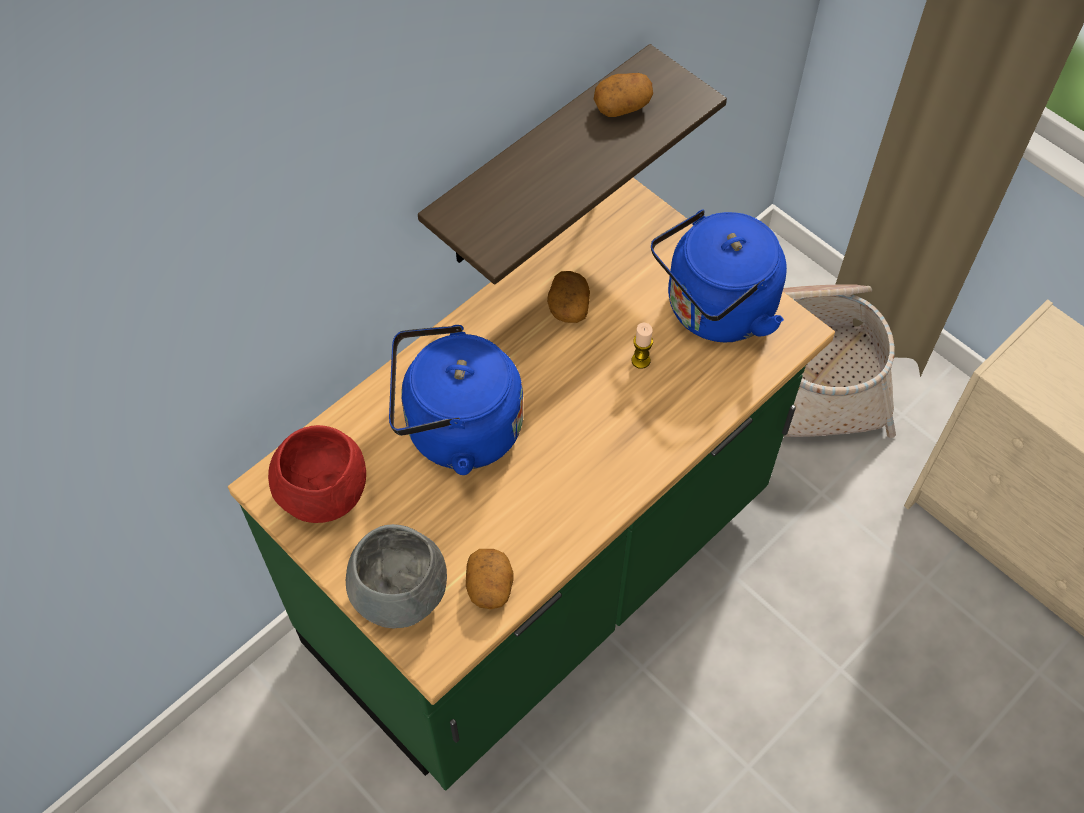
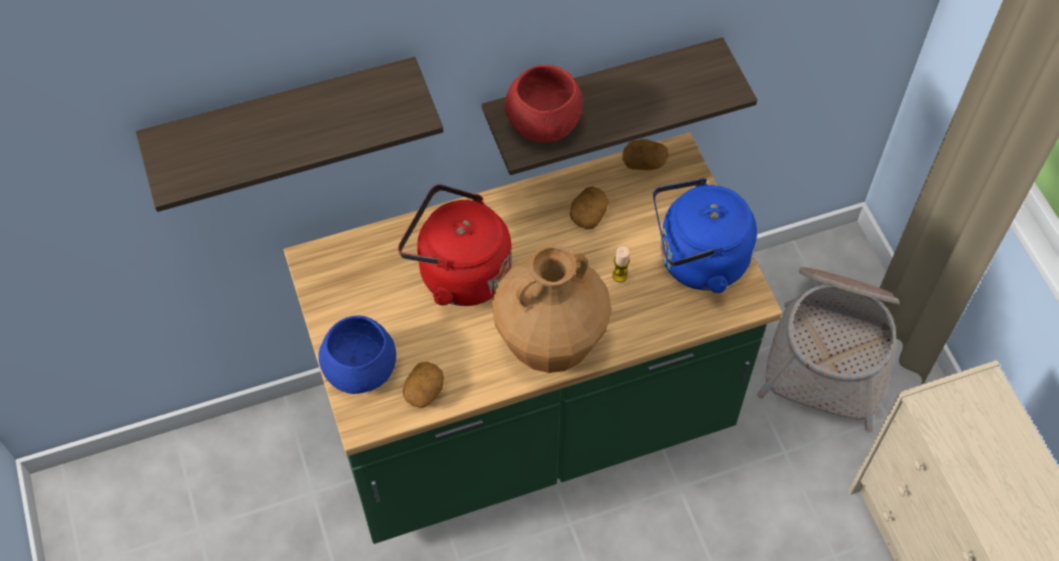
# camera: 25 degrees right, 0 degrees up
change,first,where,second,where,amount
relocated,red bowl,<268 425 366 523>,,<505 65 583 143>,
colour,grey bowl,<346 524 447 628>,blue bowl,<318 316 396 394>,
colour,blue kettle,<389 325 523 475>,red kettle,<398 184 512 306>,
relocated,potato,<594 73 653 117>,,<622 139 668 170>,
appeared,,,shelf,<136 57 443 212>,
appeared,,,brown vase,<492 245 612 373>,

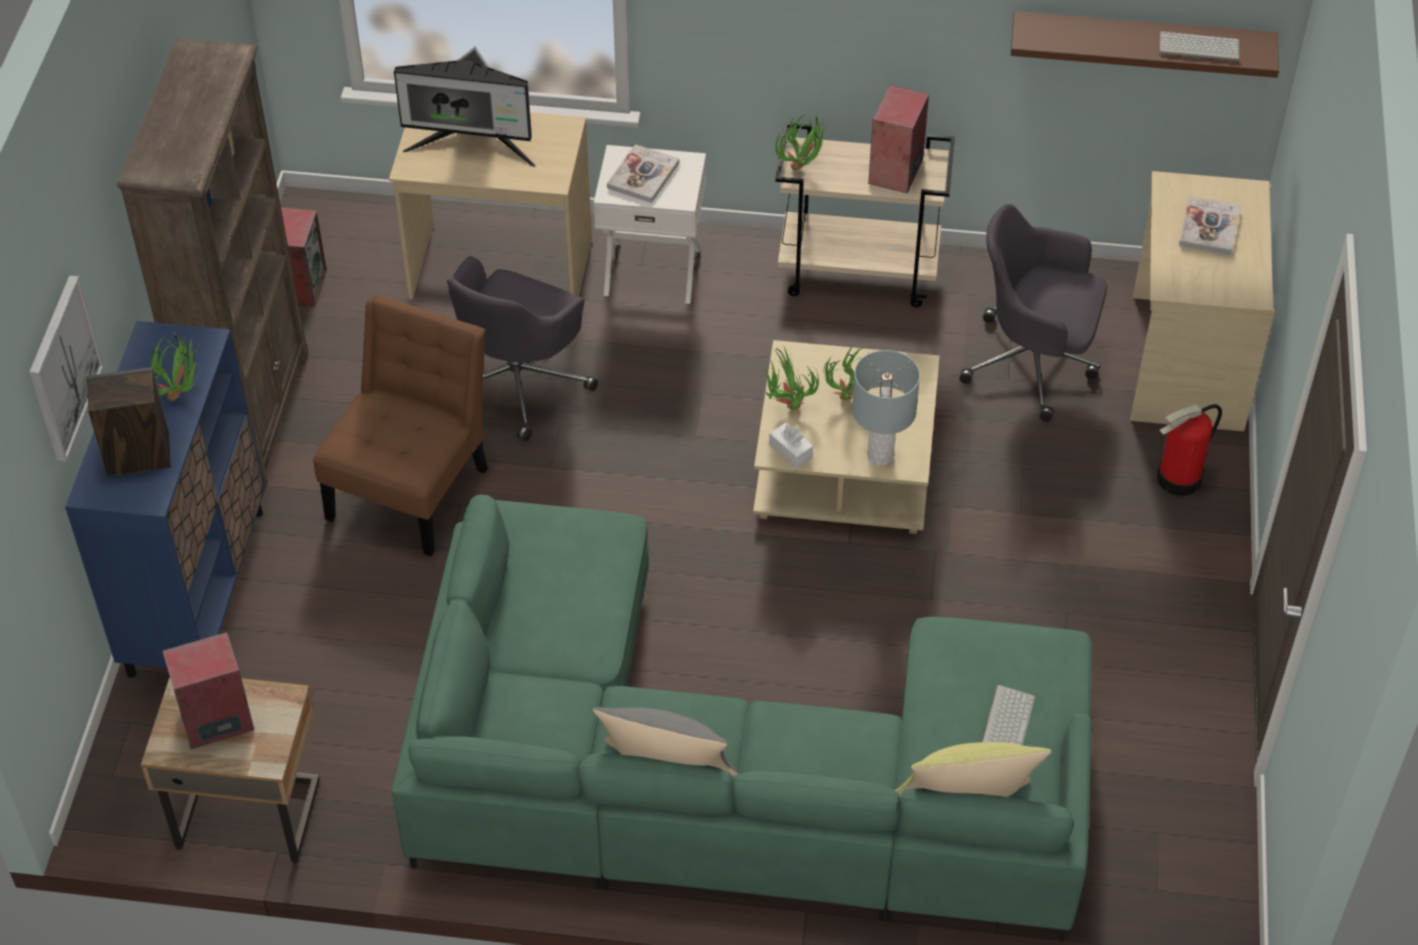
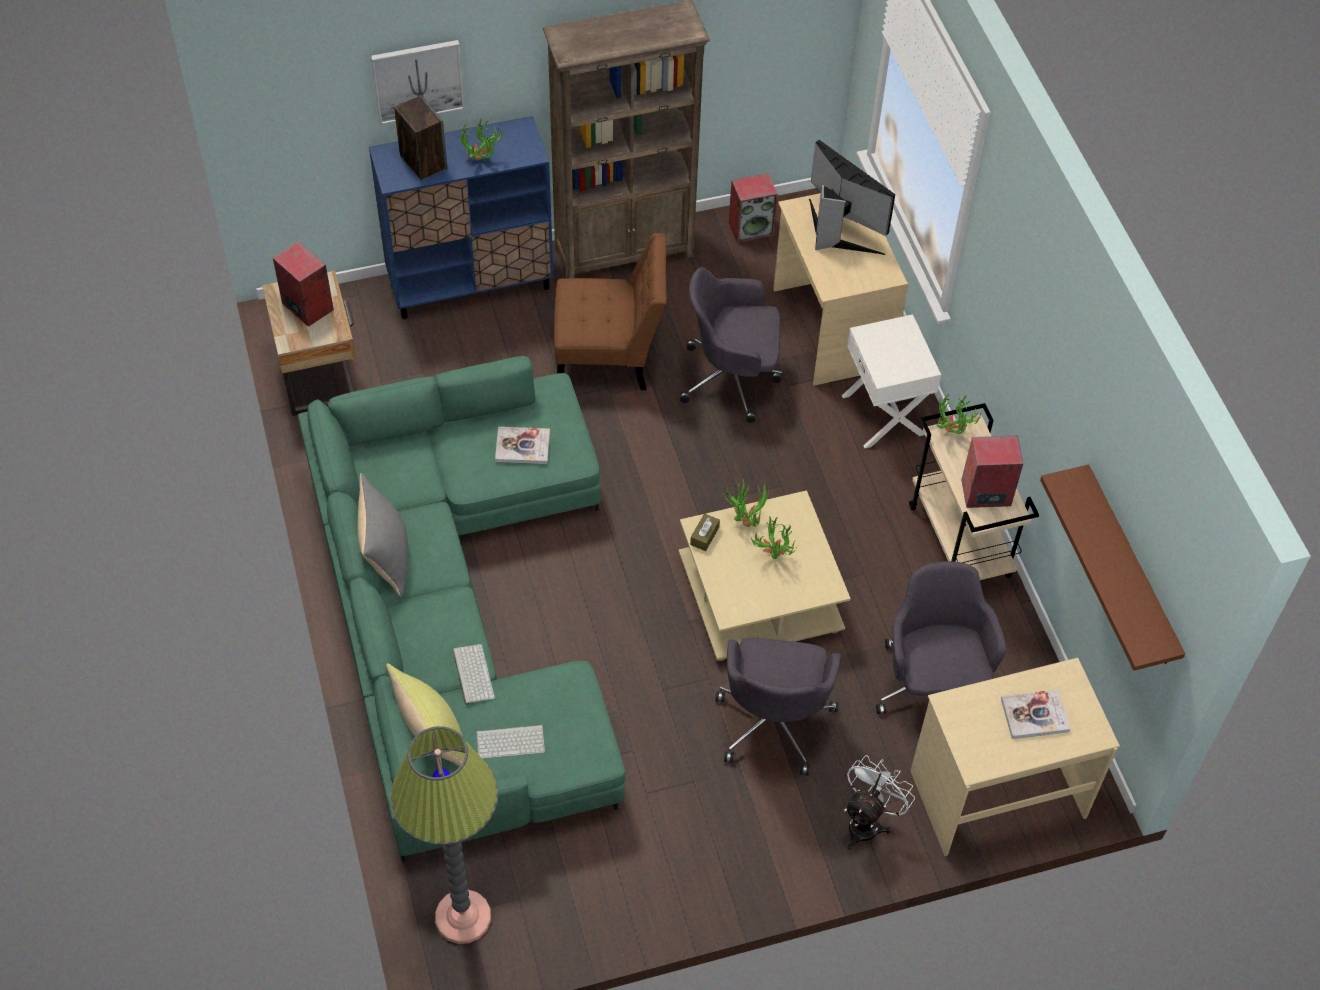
# camera: 65 degrees right, 5 degrees up
change,first,where,second,where,amount
spun,monitor,<394 47 535 167>,,<809 140 895 255>,150 degrees clockwise
relocated,book,<607 144 679 203>,,<495 427 550 464>,
colour,white tissue box,<769 423 813 469>,brown tissue box,<690 514 720 551>,
missing,grey table lamp,<852 350 920 466>,,,
exchanged,fire extinguisher,<1157 404 1222 496>,white fan,<844 755 915 850>,
relocated,keyboard,<1159 32 1239 63>,,<453 644 495 705>,
appeared,,,floor lamp,<390 726 498 944>,
appeared,,,grey office chair,<715 637 841 775>,

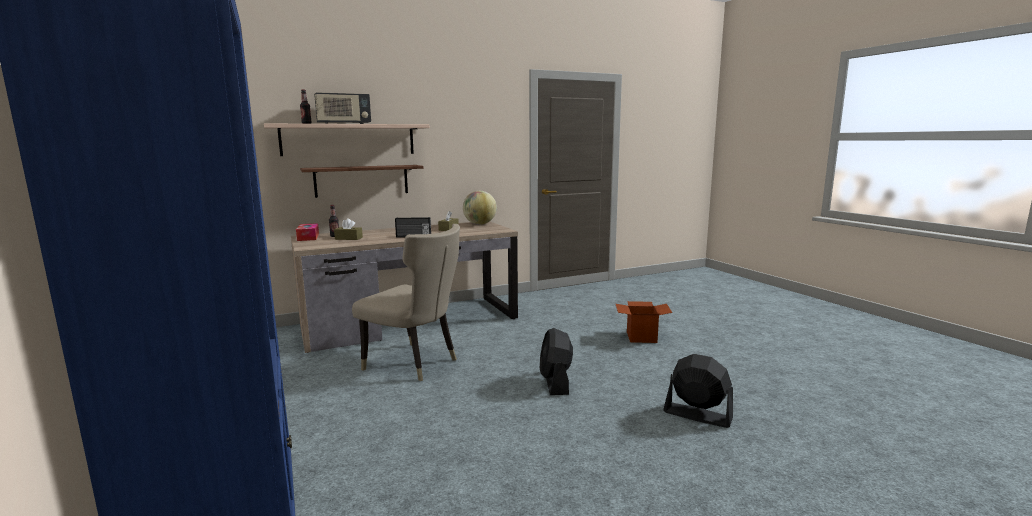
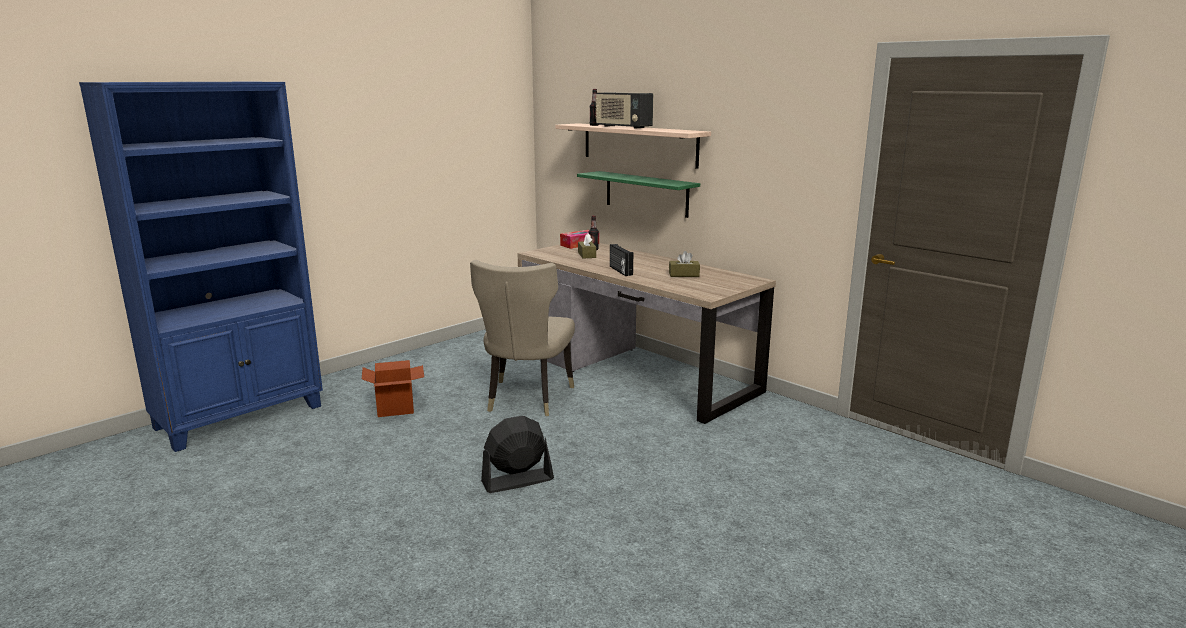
# camera: 70 degrees right, 5 degrees up
change,first,where,second,where,amount
colour,brown shelf,<300 165 423 198>,green shelf,<577 171 700 218>,
missing,globe,<463 191 497 225>,,,
relocated,cardboard box,<616 301 672 343>,,<362 360 424 417>,
missing,black fan,<663 354 733 428>,,,

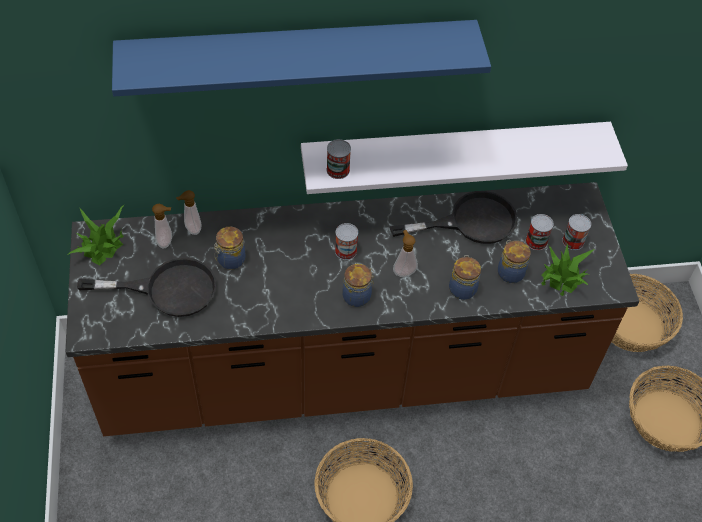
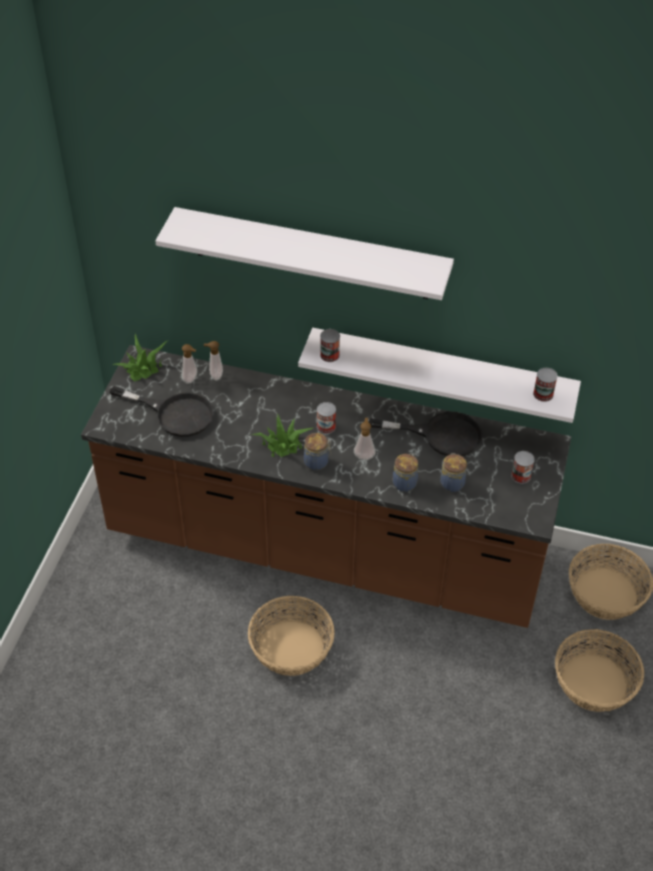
# camera: 25 degrees right, 5 degrees down
change,first,where,second,where,amount
colour,blue shelf,<112 20 491 97>,white shelf,<155 207 454 300>,
missing,jar,<214 227 246 269>,,,
relocated,can,<526 214 554 250>,,<533 368 558 402>,
relocated,potted plant,<541 244 594 296>,,<251 415 313 457>,

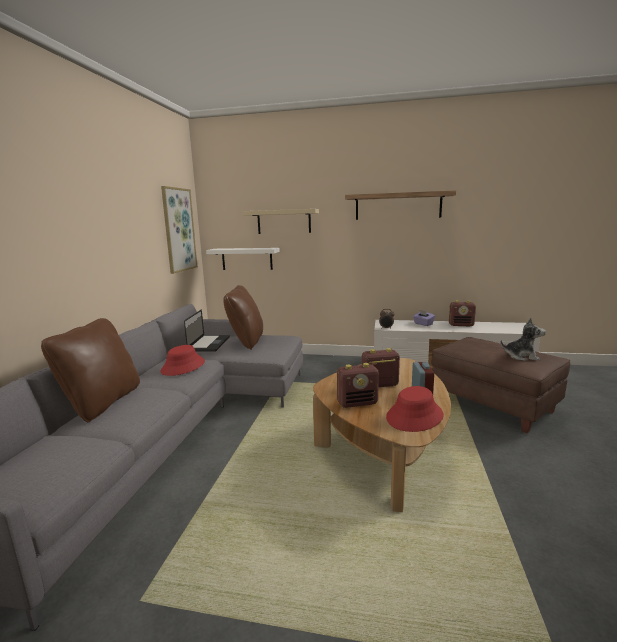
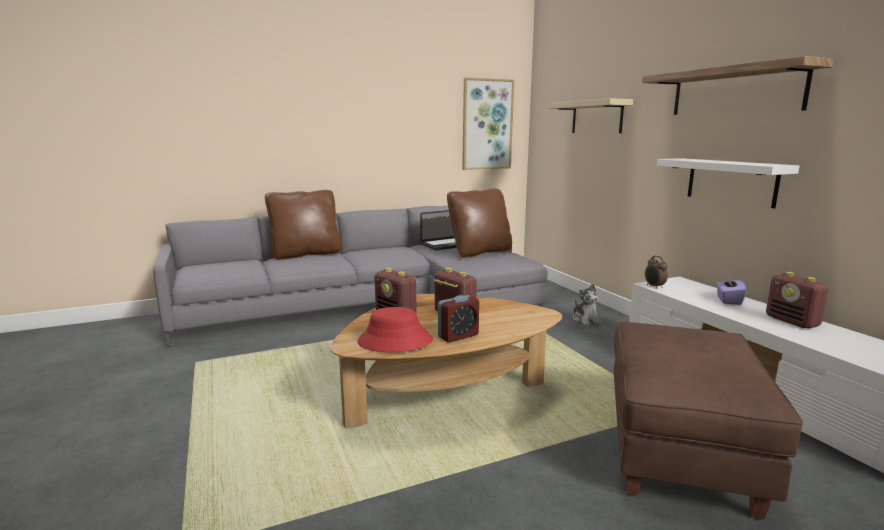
# camera: 55 degrees right, 0 degrees up
change,first,where,second,where,amount
missing,red hat,<160 345 205 376>,,,
relocated,white shelf,<206 248 280 270>,,<657 158 799 208>,
relocated,plush toy,<500 318 546 361>,,<573 284 601 326>,

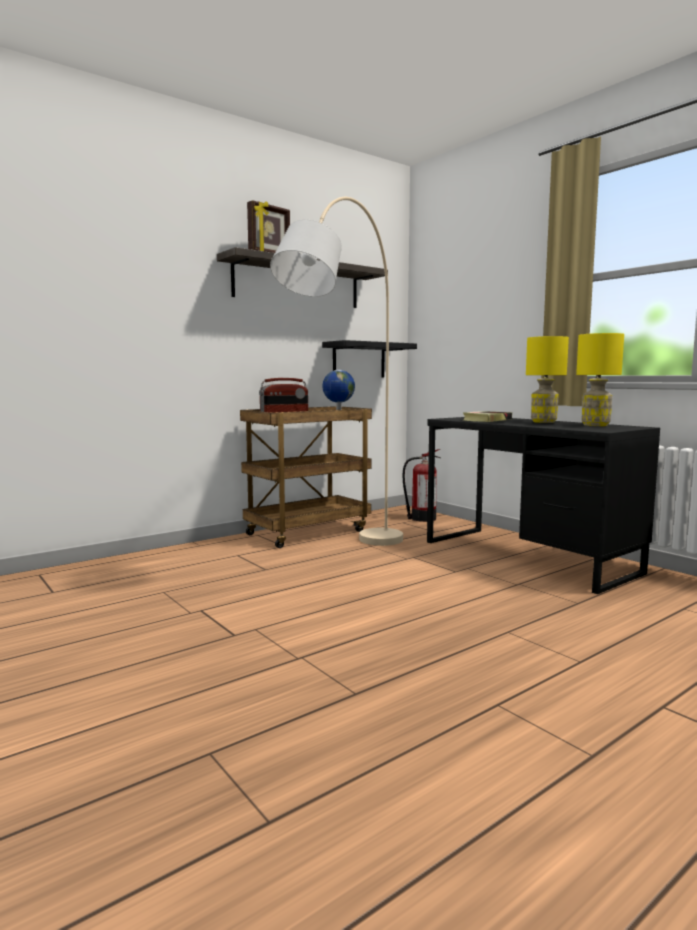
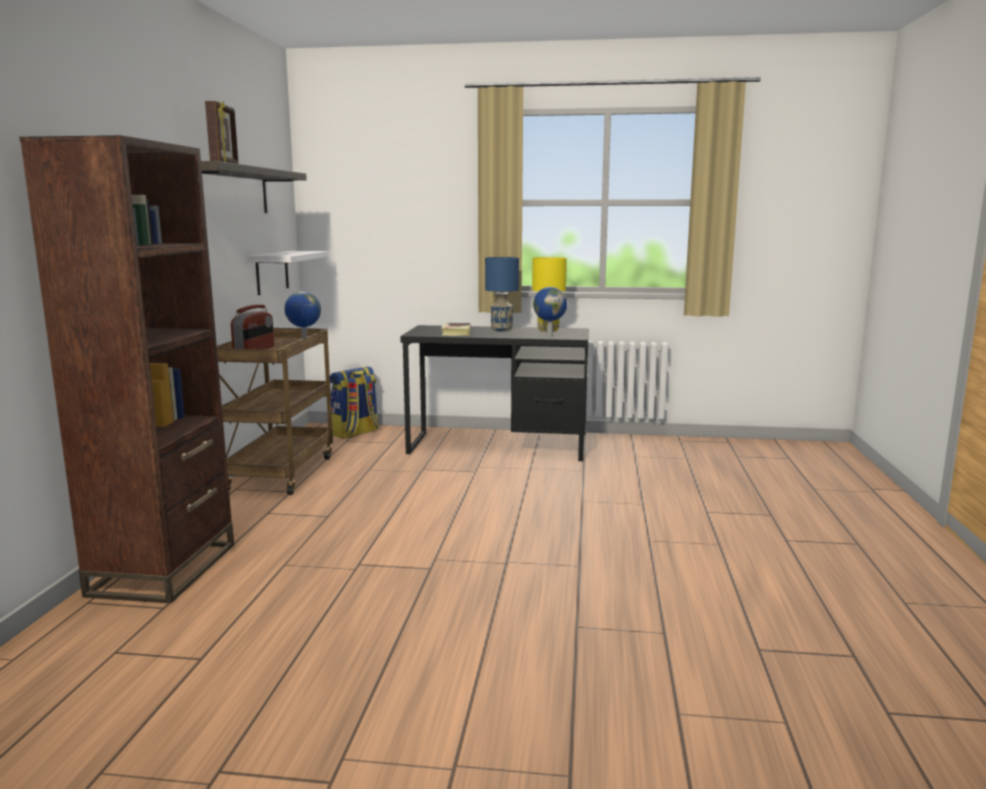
# camera: 45 degrees left, 5 degrees up
change,first,where,second,where,amount
missing,beige floor lamp,<270 197 403 546>,,,
colour,black shelf,<322 340 417 378>,white shelf,<249 251 328 295>,
exchanged,fire extinguisher,<403 449 440 522>,backpack,<330 366 379 439>,
colour,yellow table lamp,<526 336 569 423>,blue table lamp,<485 257 519 331>,
appeared,,,brown bookcase,<19 135 234 603>,
appeared,,,globe,<533 287 567 337>,

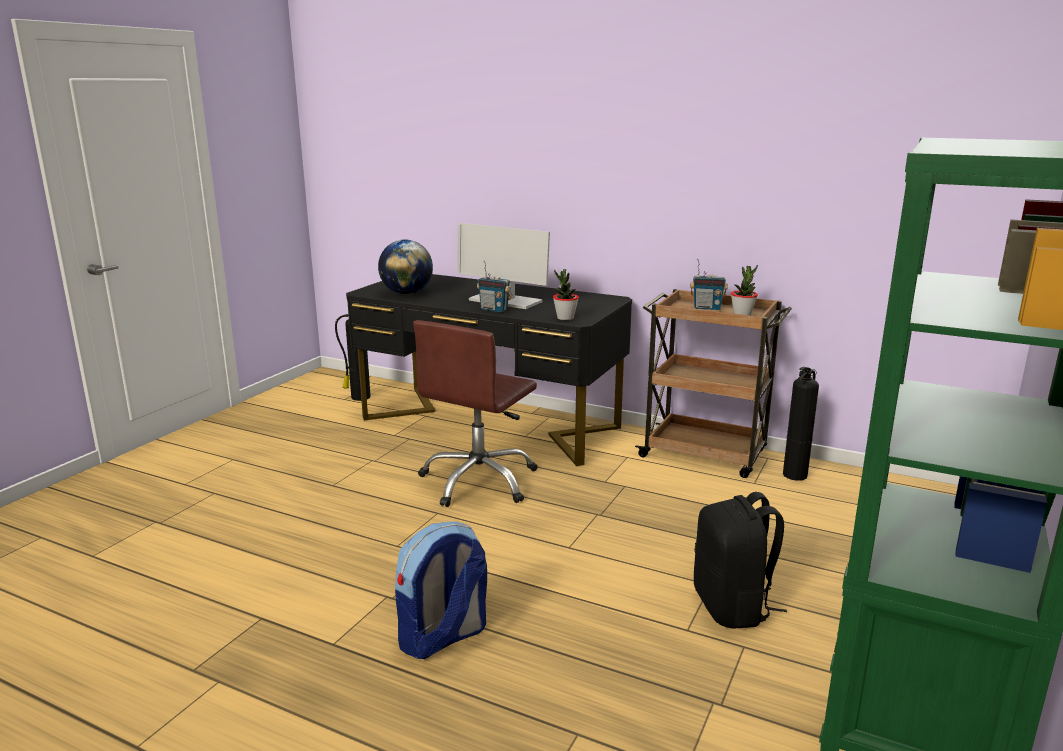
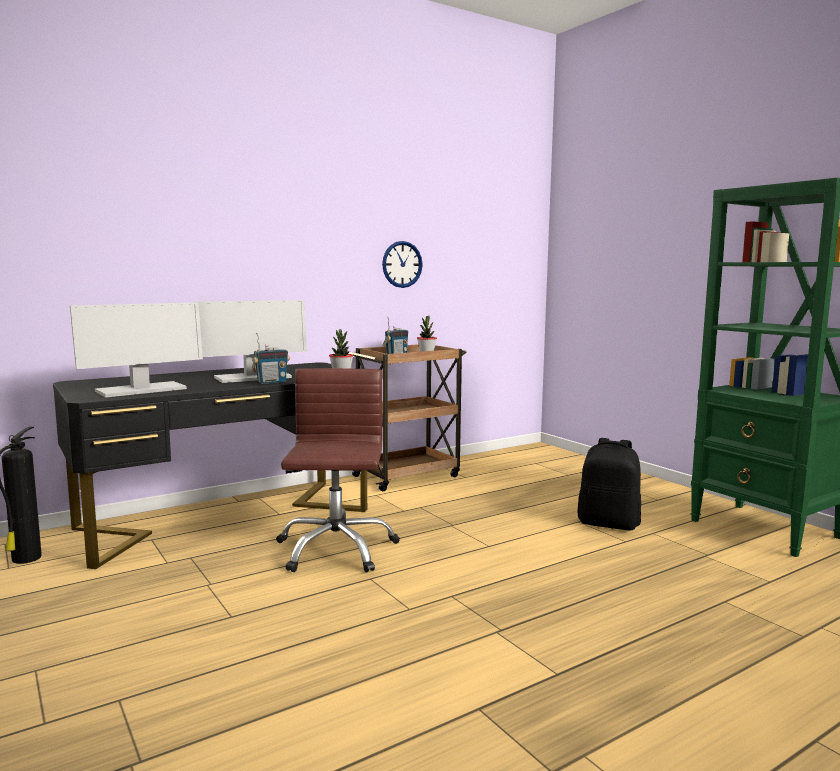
# camera: 60 degrees left, 10 degrees down
change,first,where,second,where,amount
exchanged,globe,<378 240 433 294>,monitor,<70 302 203 397>,
missing,backpack,<395 522 487 659>,,,
spun,brown office chair,<413 320 538 507>,,<276 368 400 573>,150 degrees counterclockwise
missing,fire extinguisher,<783 367 819 481>,,,
appeared,,,wall clock,<382 241 423 288>,

